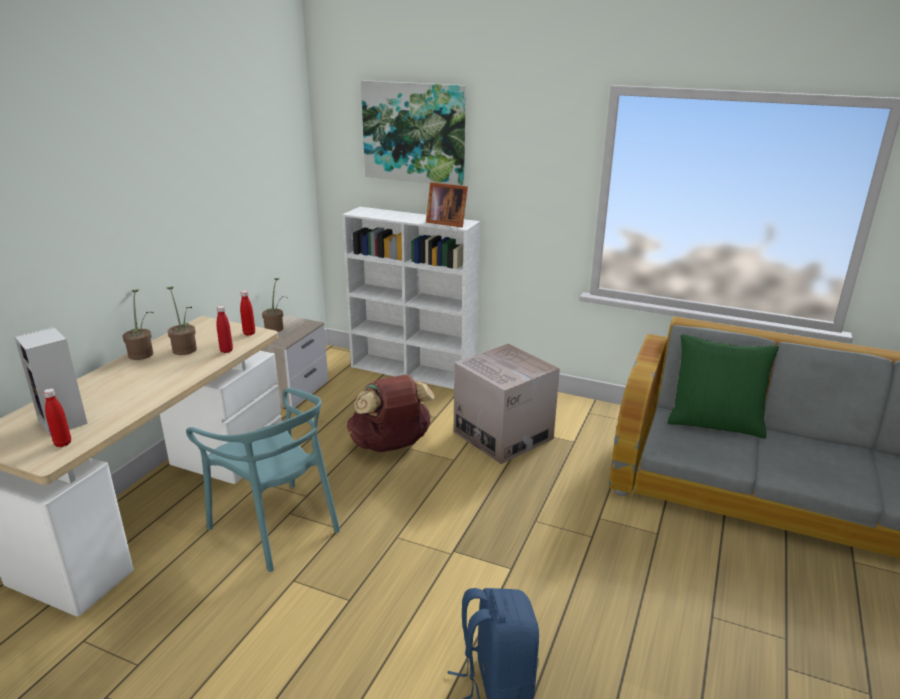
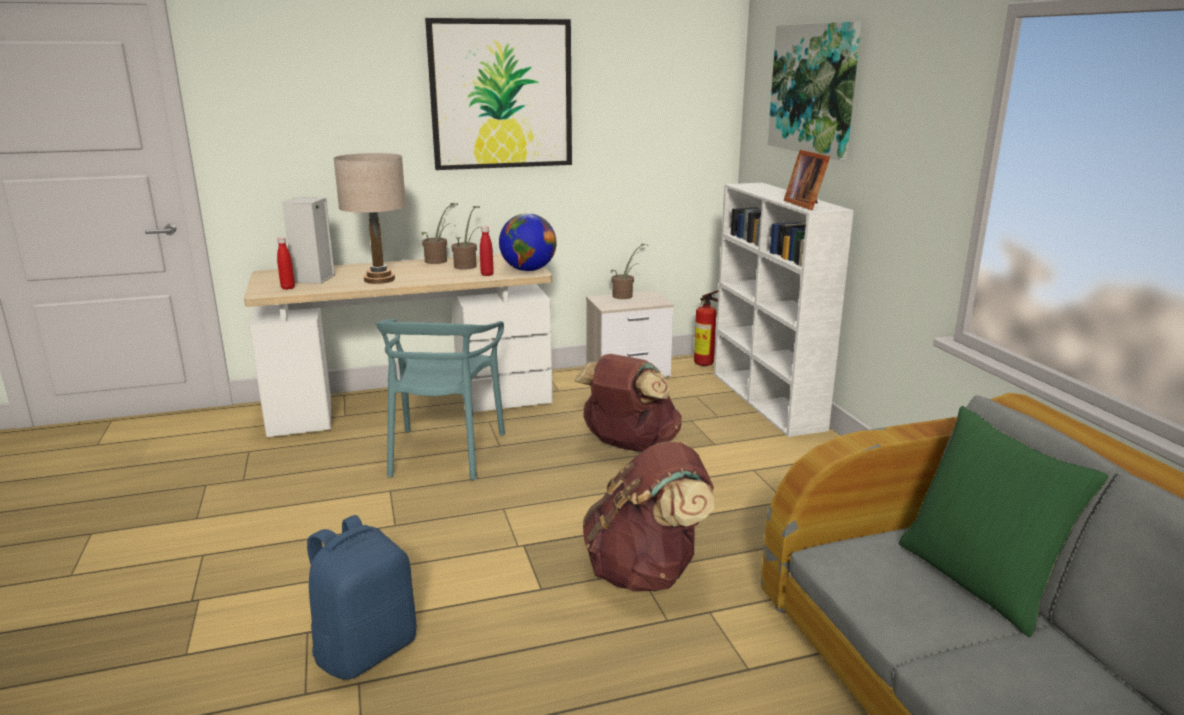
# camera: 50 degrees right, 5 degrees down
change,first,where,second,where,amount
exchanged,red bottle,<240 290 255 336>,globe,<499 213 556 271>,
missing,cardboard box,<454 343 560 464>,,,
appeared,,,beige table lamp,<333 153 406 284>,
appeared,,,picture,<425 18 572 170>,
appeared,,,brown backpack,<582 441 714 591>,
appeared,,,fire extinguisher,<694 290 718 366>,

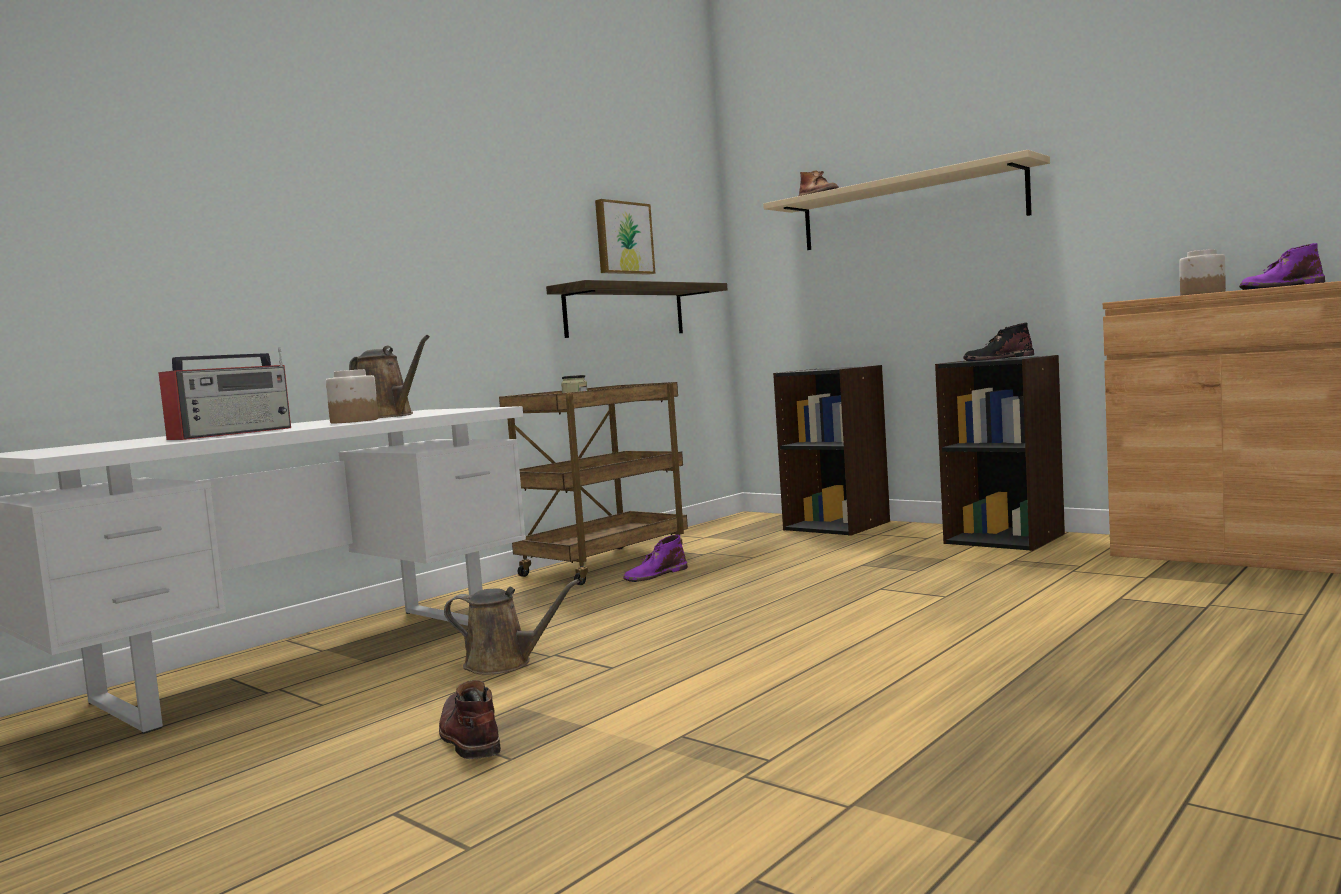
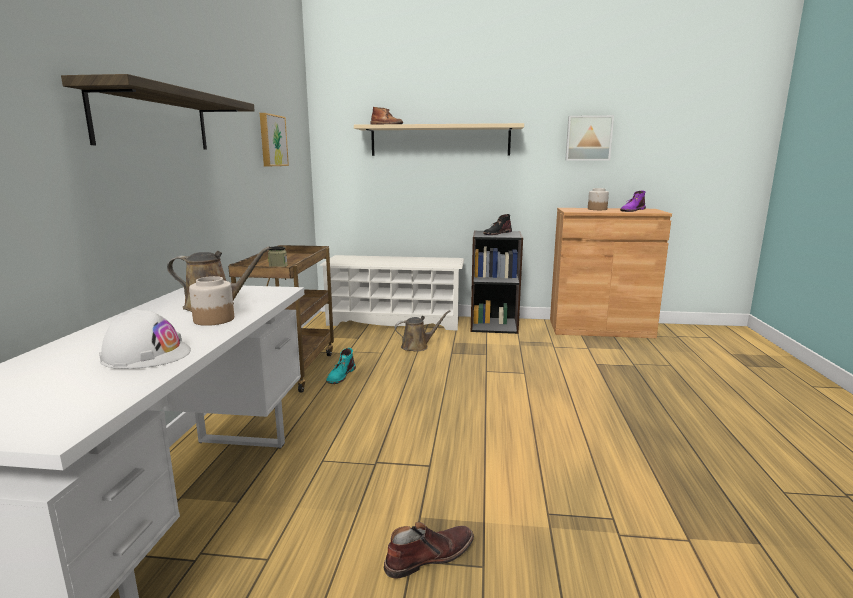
# camera: 35 degrees left, 10 degrees up
change,first,where,second,where,amount
exchanged,radio,<158 347 291 440>,white hard hat,<99 309 191 369>,
spun,brown boot,<439 680 501 759>,,<384 522 474 579>,120 degrees clockwise
relocated,brown watering can,<444 579 580 675>,,<395 310 451 351>,
relocated,shelf,<546 280 727 338>,,<61 74 255 150>,
colour,purple boot,<623 535 688 582>,turquoise boot,<326 348 356 384>,
exchanged,black bookcase,<773 365 890 536>,white shoe rack,<320 255 464 331>,
appeared,,,picture,<565 115 614 161>,

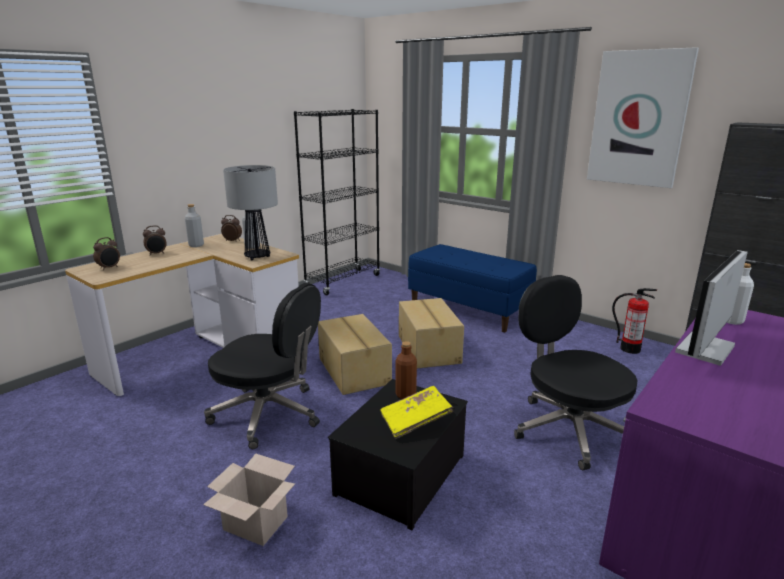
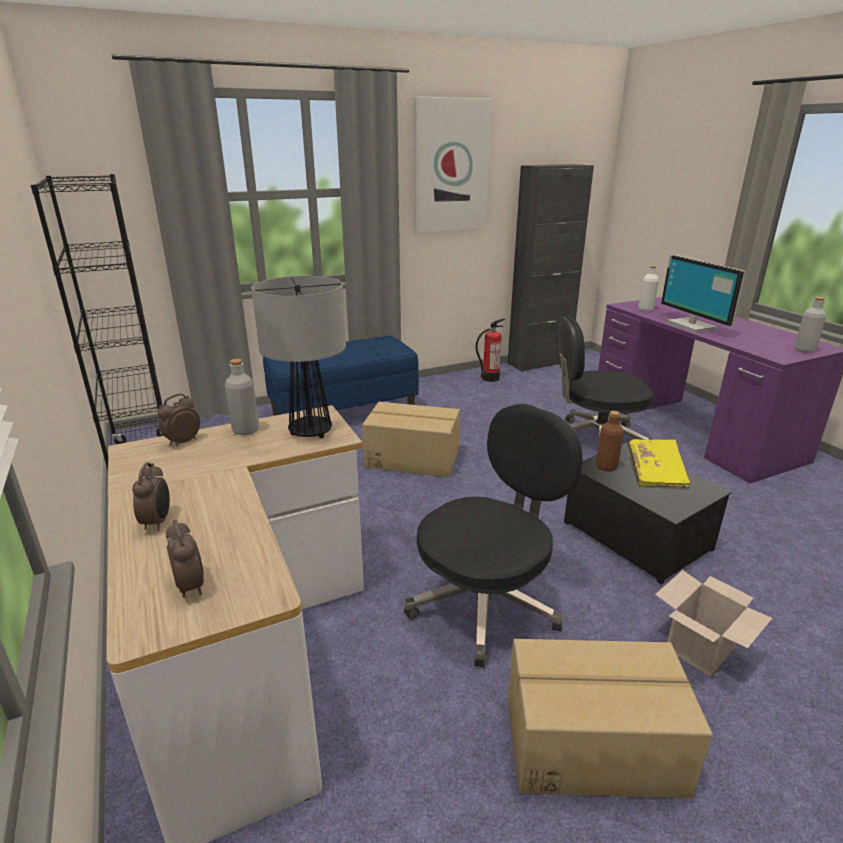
# camera: 65 degrees left, 5 degrees up
change,first,where,second,where,amount
relocated,grey bottle,<185 204 204 247>,,<794 297 826 353>,
relocated,cardboard box,<318 314 392 395>,,<508 639 713 799>,

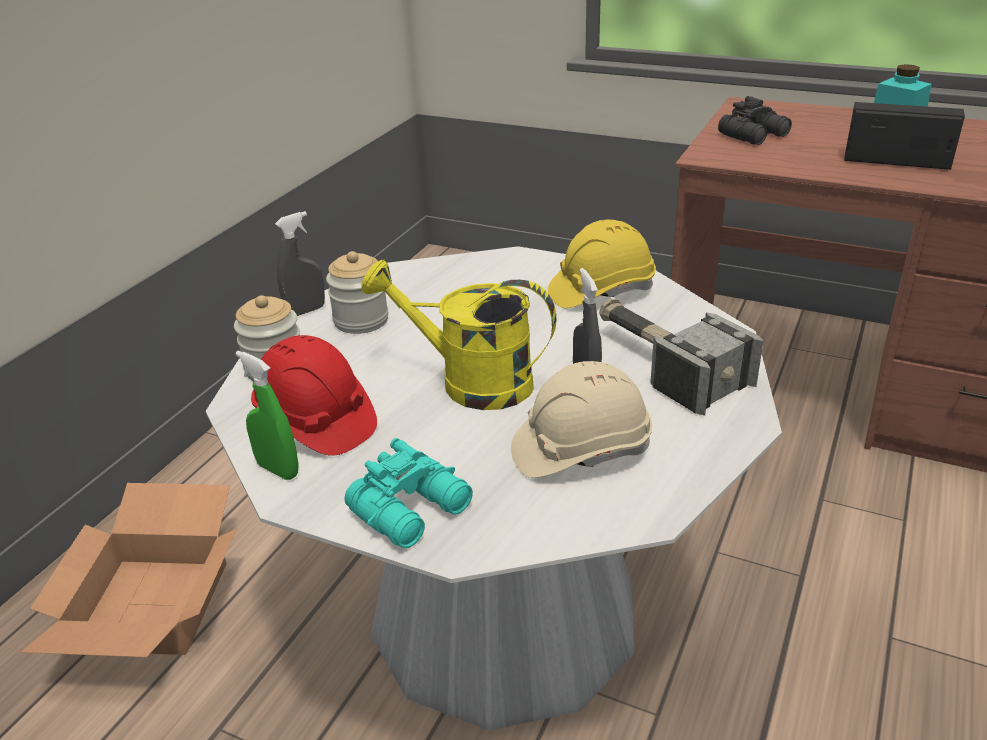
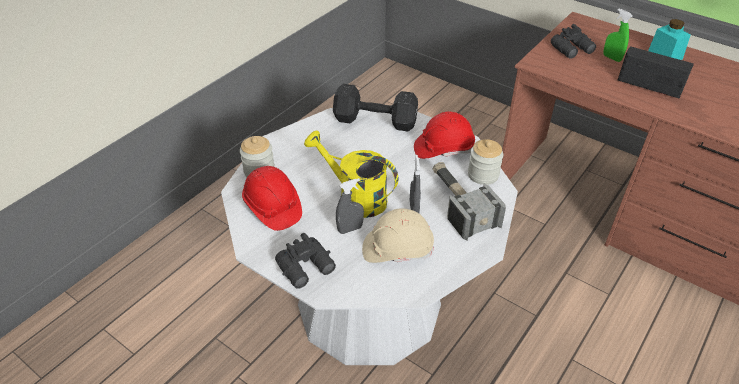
# camera: 10 degrees right, 10 degrees up
change,first,where,second,where,amount
missing,cardboard box,<21 483 237 657>,,,
relocated,green spray bottle,<236 351 299 480>,,<603 9 633 62>,
relocated,grey spray bottle,<275 211 325 316>,,<336 178 364 234>,
relocated,jar,<326 251 389 334>,,<468 139 503 185>,
colour,turquoise binoculars,<345 438 473 548>,black binoculars,<275 233 336 289>,
colour,yellow hard hat,<548 219 656 308>,red hard hat,<414 112 475 159>,
appeared,,,black dumbbell,<333 84 418 131>,

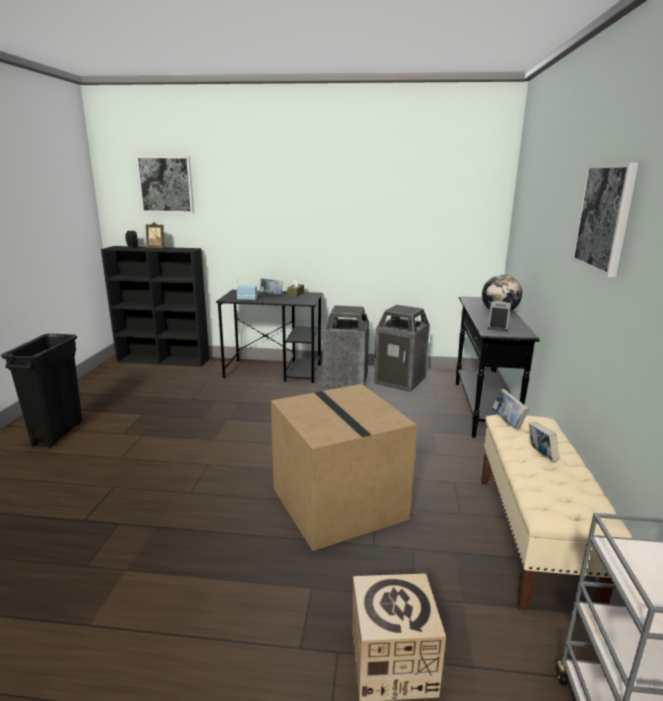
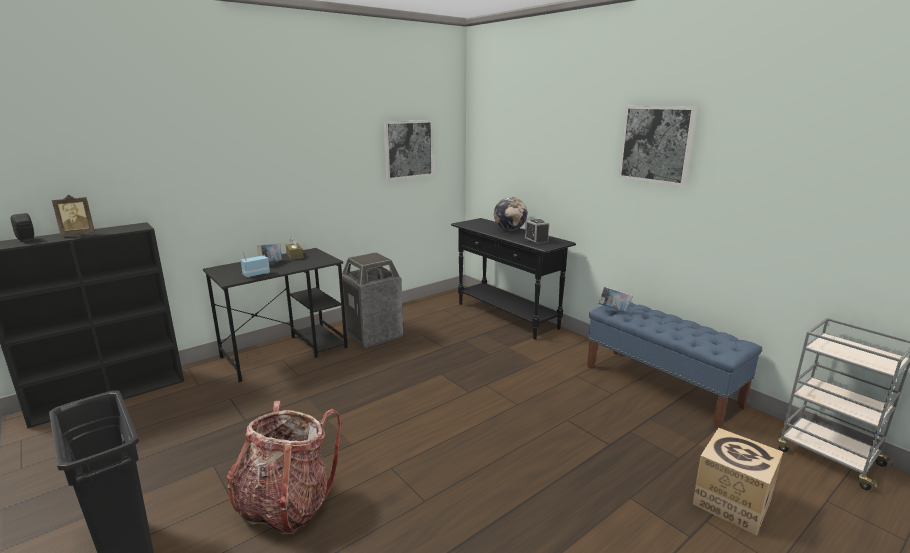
# camera: 45 degrees left, 0 degrees up
change,first,where,second,where,amount
relocated,picture,<136 156 194 213>,,<384 120 433 180>,
missing,cardboard box,<271 384 417 551>,,,
missing,trash can,<373 305 430 392>,,,
colour,beige bench,<481 415 632 610>,blue bench,<587 302 762 429>,
missing,book,<529 422 559 461>,,,
appeared,,,backpack,<227 401 341 534>,

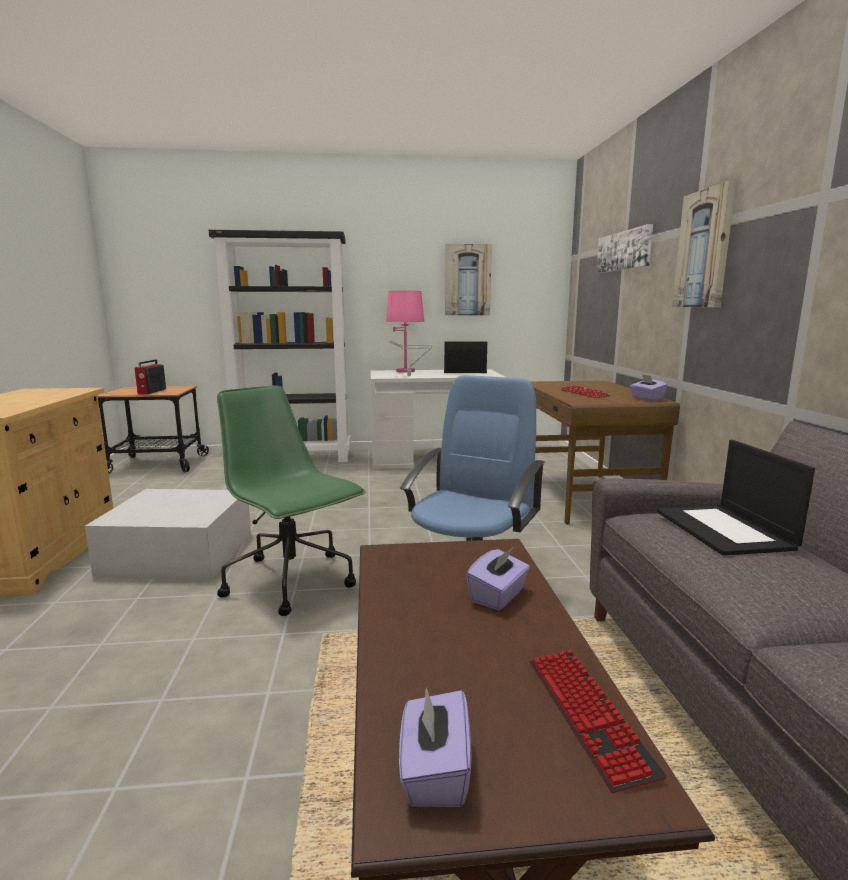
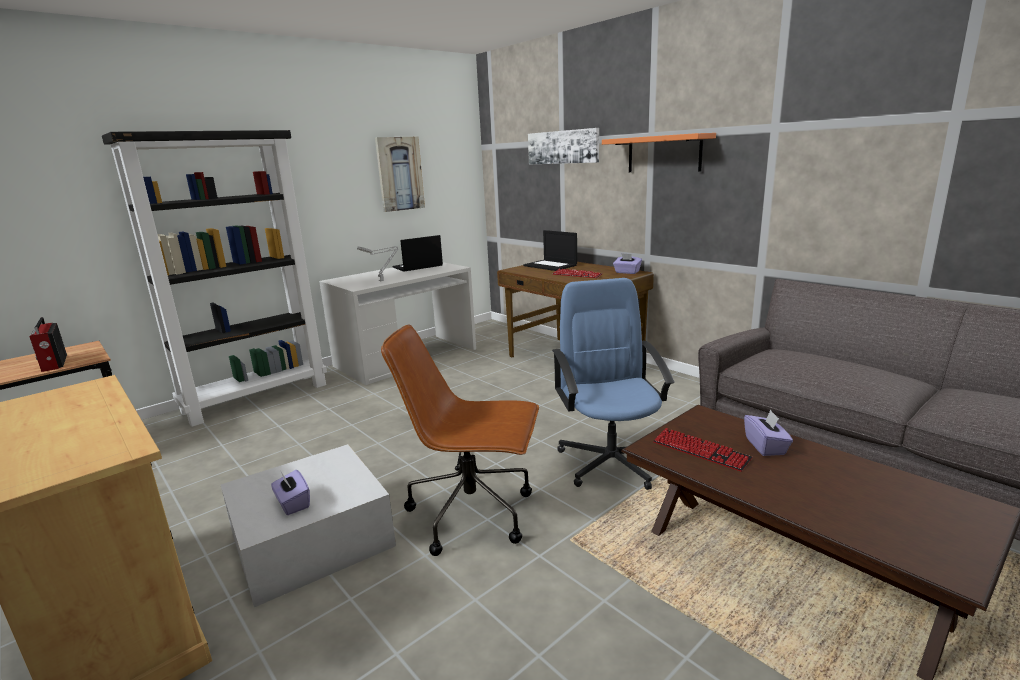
# camera: 35 degrees left, 5 degrees up
change,first,where,second,where,amount
colour,green office chair,<217 386 366 616>,brown office chair,<381 325 539 556>,
missing,pink table lamp,<386 290 424 373>,,,
relocated,purple tissue box,<399 688 471 807>,,<271 470 310 515>,
relocated,keyboard,<530 649 667 793>,,<653 428 753 471>,
relocated,laptop,<657 440 815 556>,,<523 230 577 271>,
exchanged,picture,<672 180 736 307>,orange shelf,<602 133 716 172>,

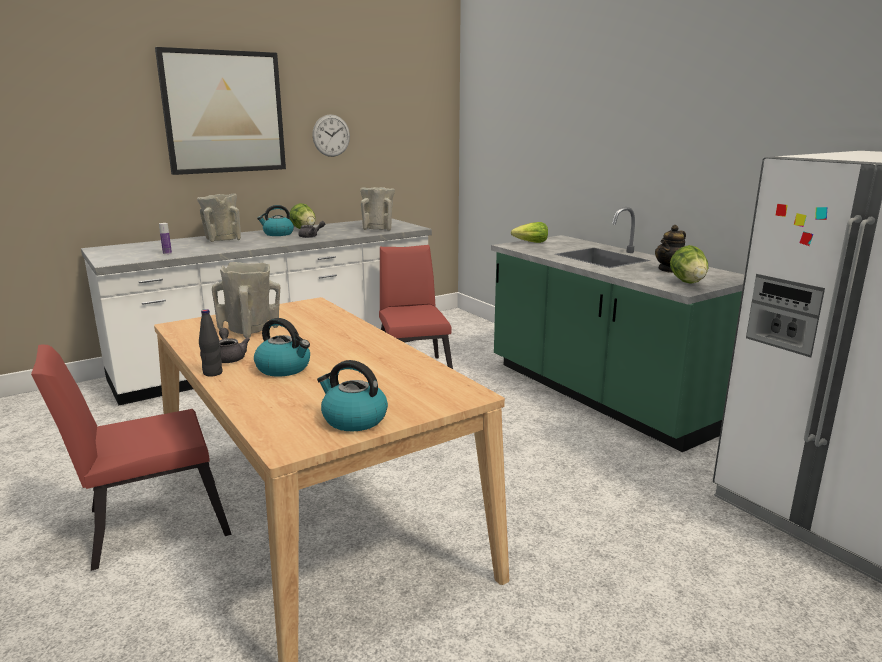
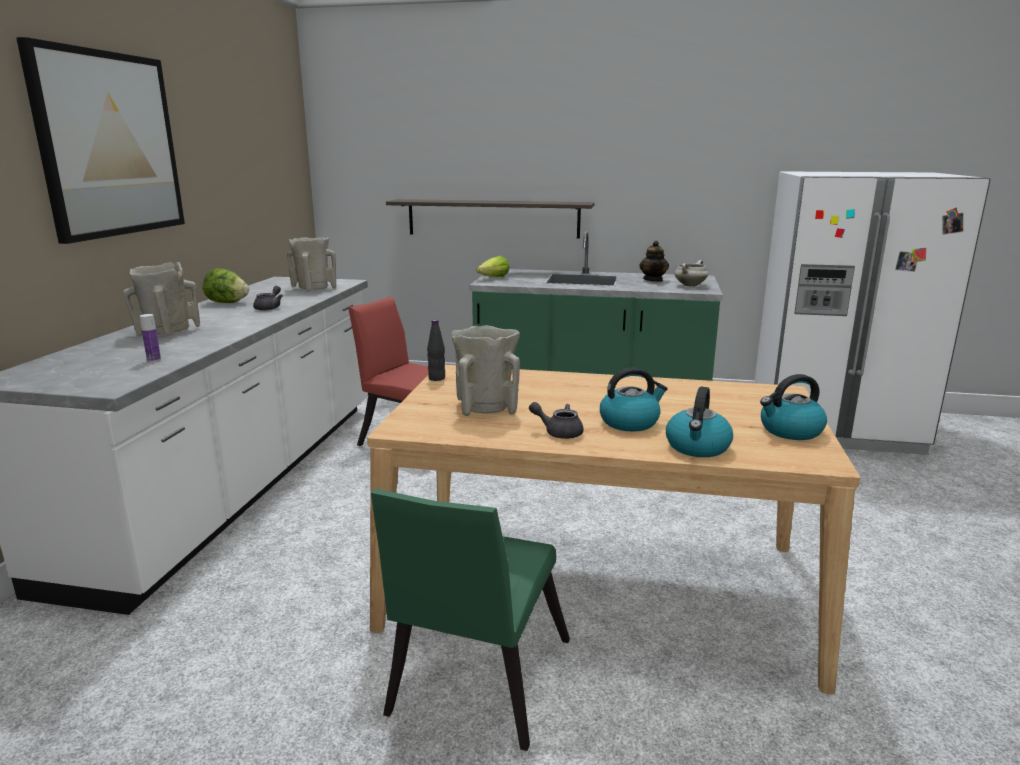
# camera: 45 degrees left, 0 degrees up
change,first,where,second,where,amount
colour,red chair,<31 345 232 571>,green chair,<371 489 570 751>,
relocated,black bottle,<199 309 223 376>,,<427 320 445 381>,
relocated,kettle,<257 205 294 236>,,<666 387 733 457>,
missing,wall clock,<312 114 350 157>,,,
exchanged,lettuce,<670 245 708 284>,white cooking pot,<674 260 708 287>,
appeared,,,shelf,<386 199 595 239>,

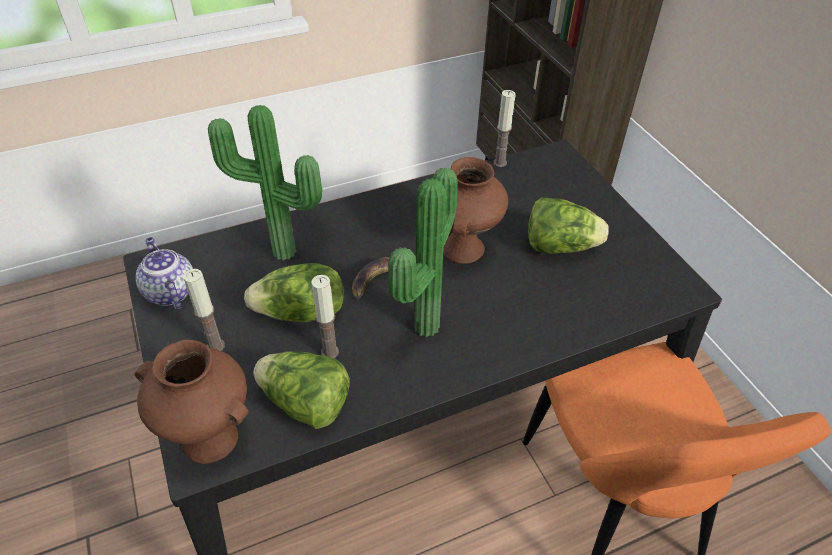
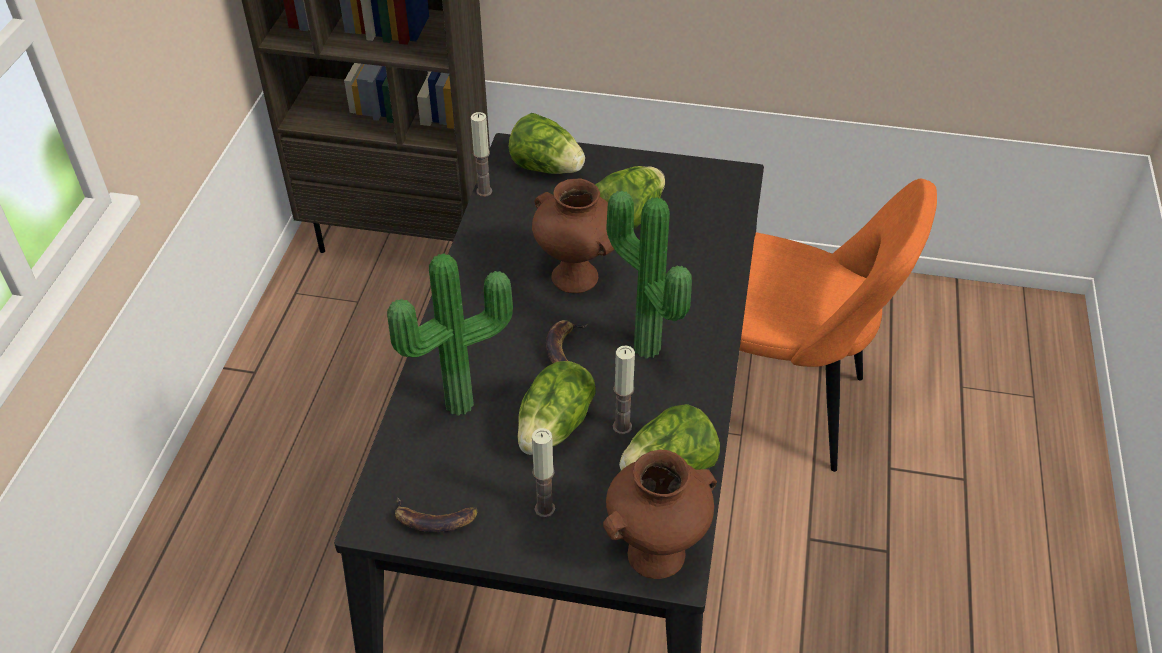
# camera: 55 degrees left, 0 degrees up
change,first,where,second,where,amount
exchanged,teapot,<136 237 193 309>,banana,<395 497 478 532>,
appeared,,,lettuce,<508 113 585 174>,

